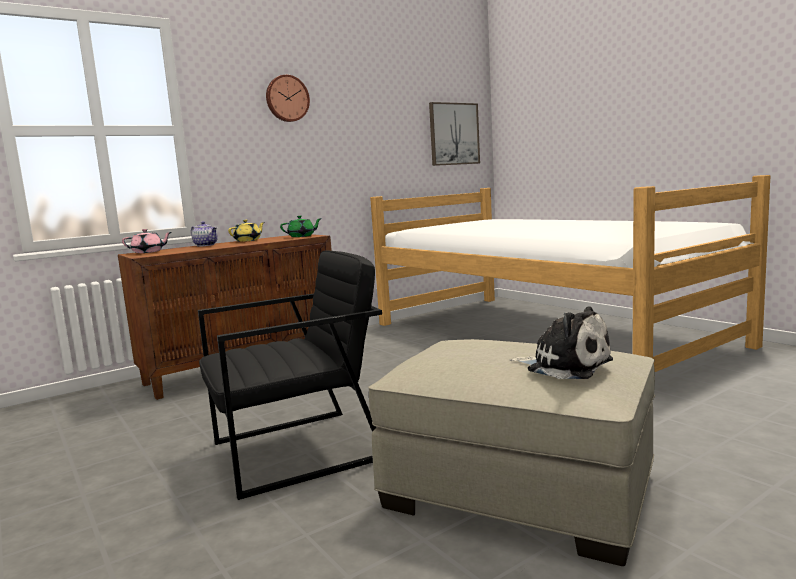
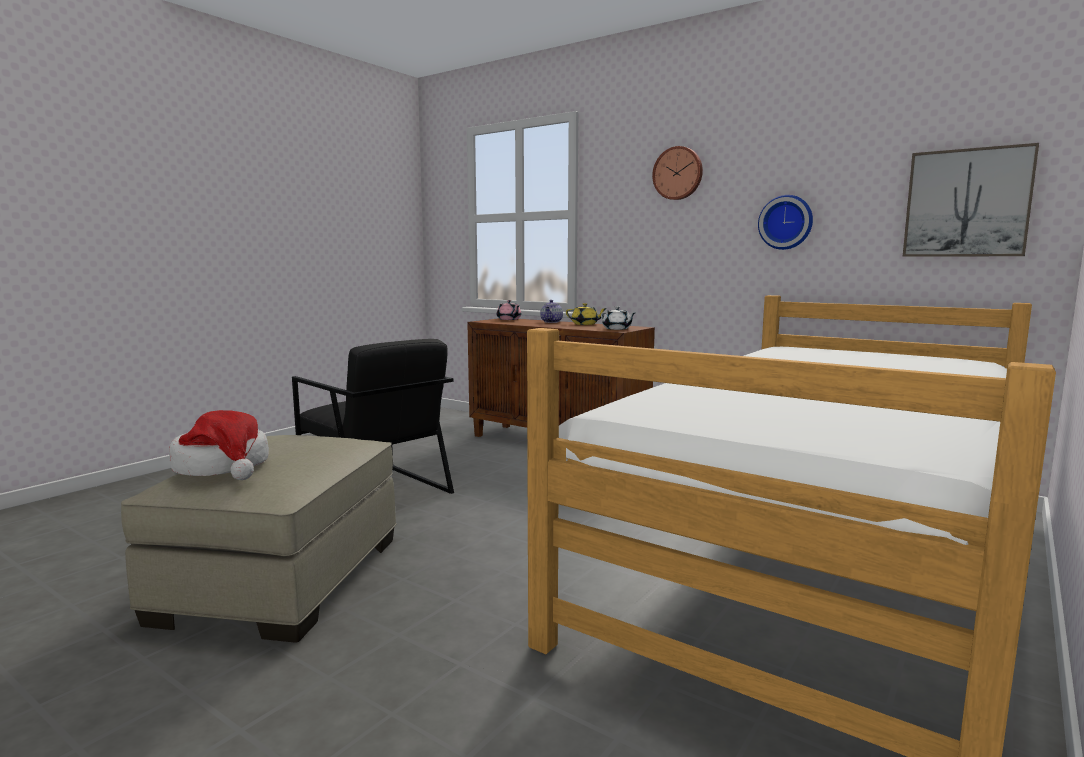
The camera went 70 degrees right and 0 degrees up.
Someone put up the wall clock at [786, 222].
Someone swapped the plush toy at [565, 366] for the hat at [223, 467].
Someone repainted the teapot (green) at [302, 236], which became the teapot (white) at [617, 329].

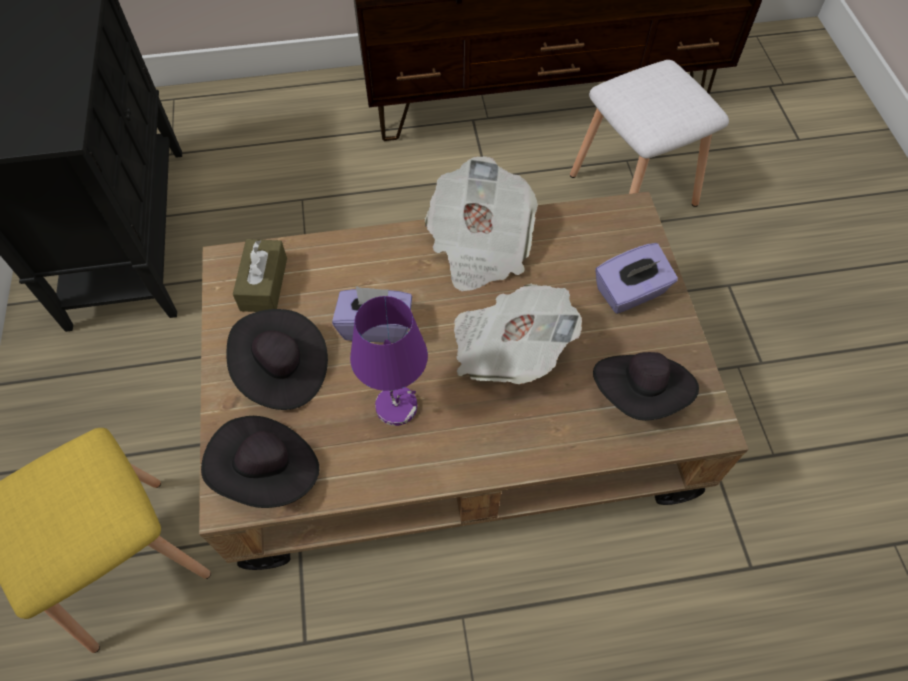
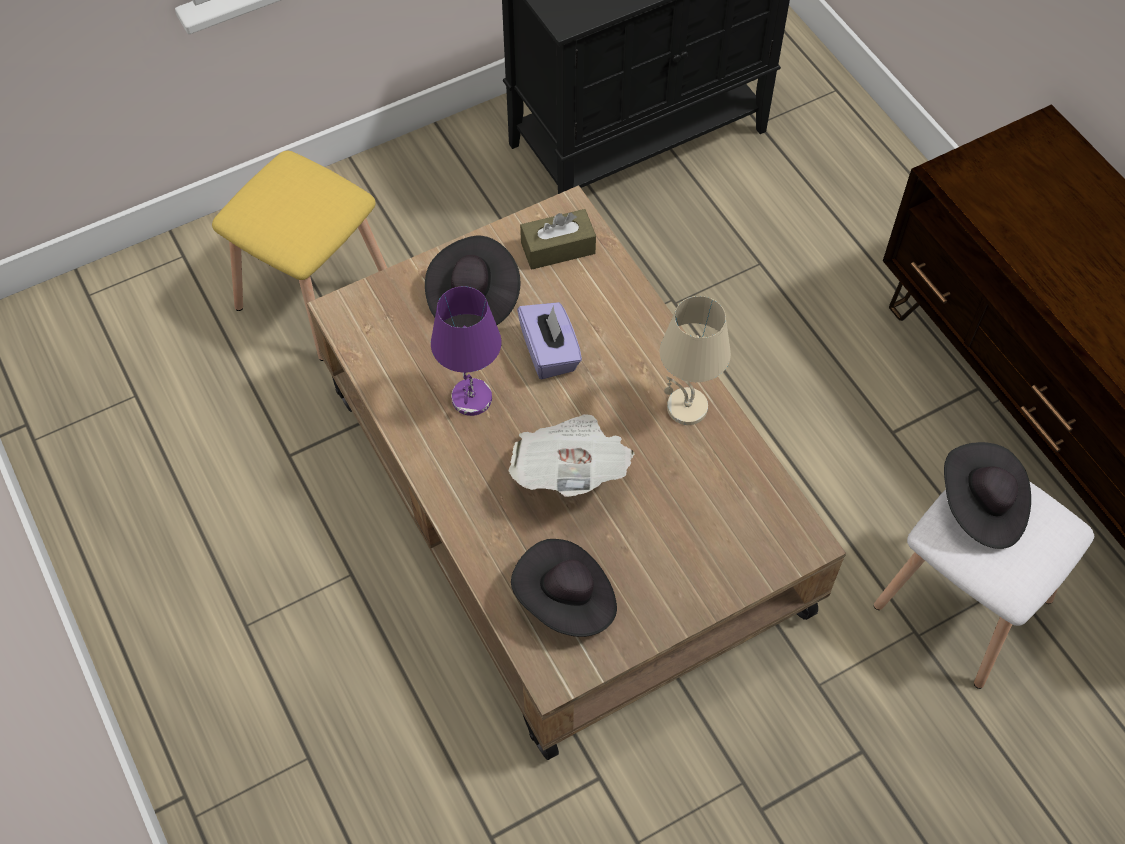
The camera went 70 degrees right and 0 degrees up.
Someone took away the tissue box (purple) at [630, 293].
Someone carried the hat (black) from [268, 473] to [981, 507].
Someone swapped the newspaper at [479, 246] for the table lamp (beige) at [686, 408].

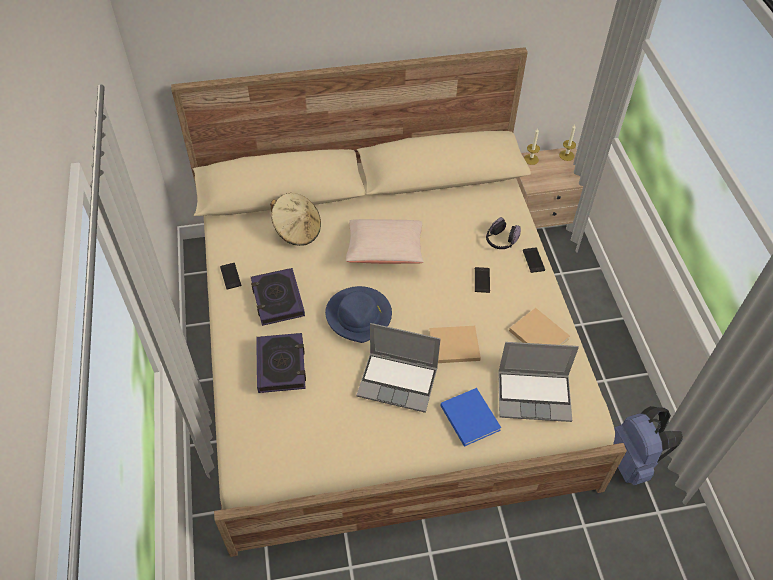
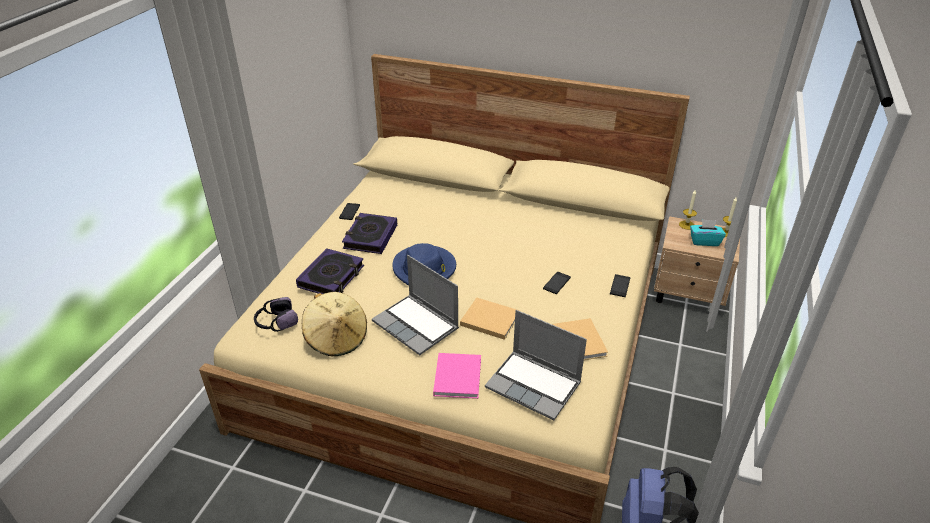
The camera went 30 degrees right and 15 degrees down.
Someone took away the pillow (beige) at [385, 250].
Someone put down the tissue box (turquoise) at [704, 241].
Someone carried the hat (beige) from [297, 230] to [337, 338].
Someone carried the headphones from [500, 241] to [276, 322].
Someone repainted the book (blue) at [469, 416], which became the book (pink) at [458, 375].

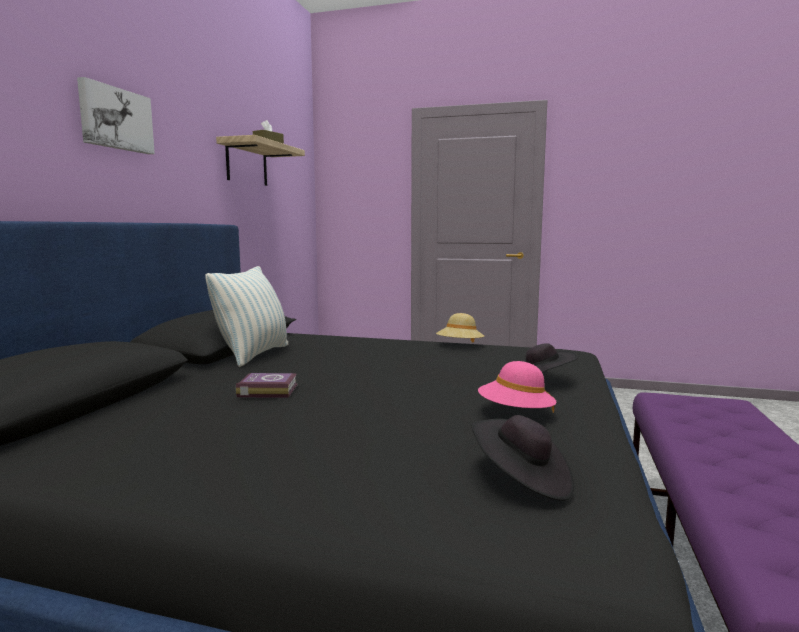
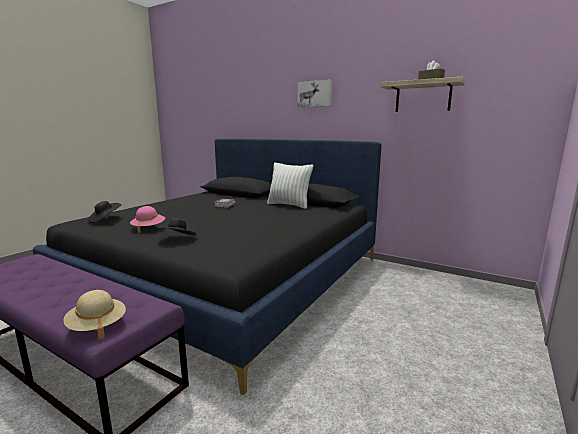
The camera went 105 degrees right and 5 degrees up.
Someone carried the hat (beige) from [460, 346] to [97, 326].

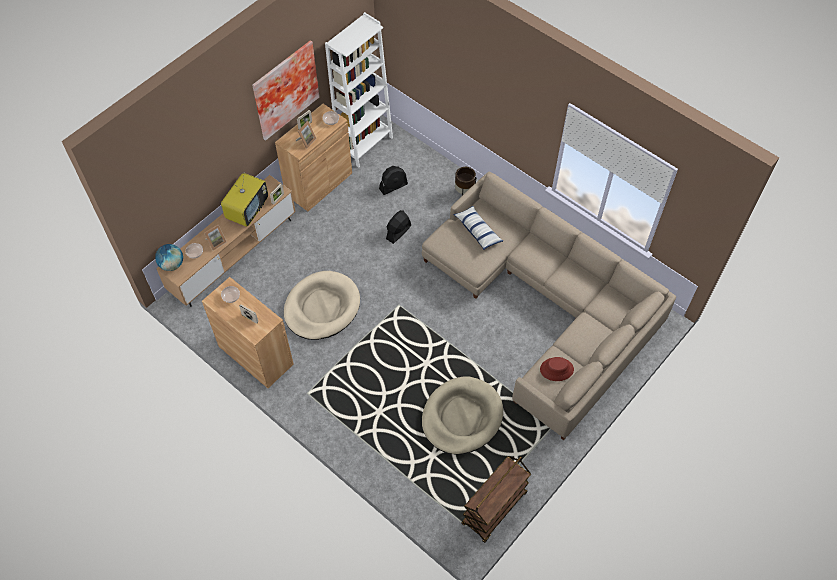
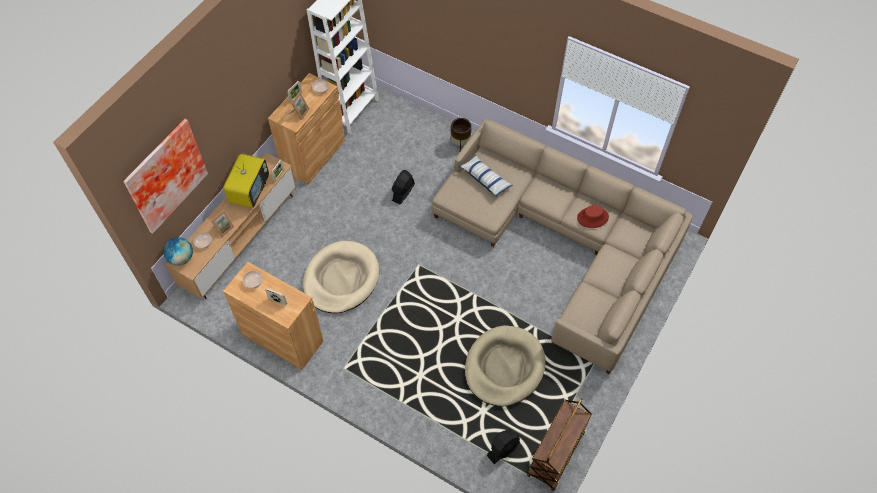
The camera went 10 degrees left and 0 degrees up.
Someone carried the picture from [284, 89] to [164, 175].
Someone carried the fan (black) from [393, 186] to [503, 449].
Someone carried the hat (red) from [556, 369] to [592, 217].

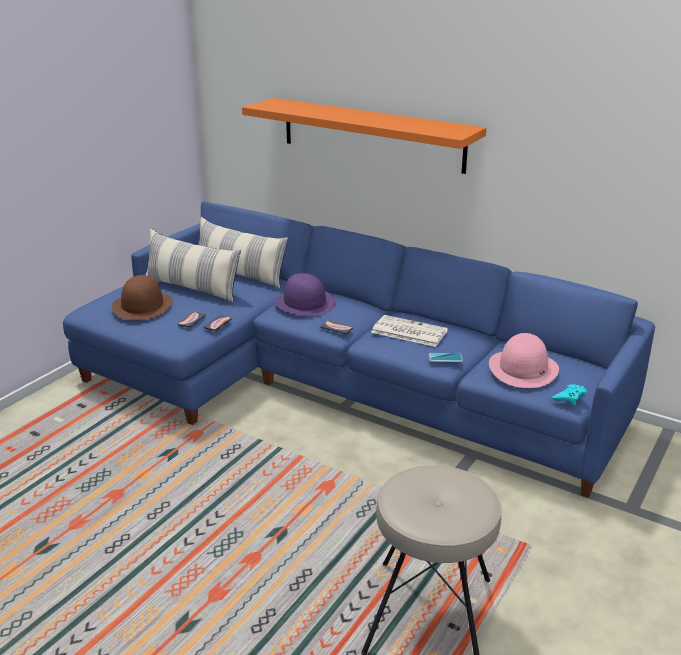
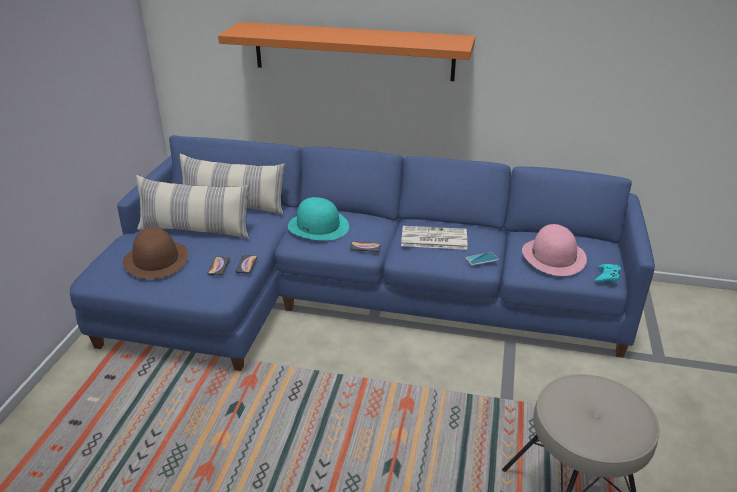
The camera went 20 degrees left and 5 degrees up.
Someone repainted the hat (purple) at [305, 303], which became the hat (turquoise) at [318, 226].

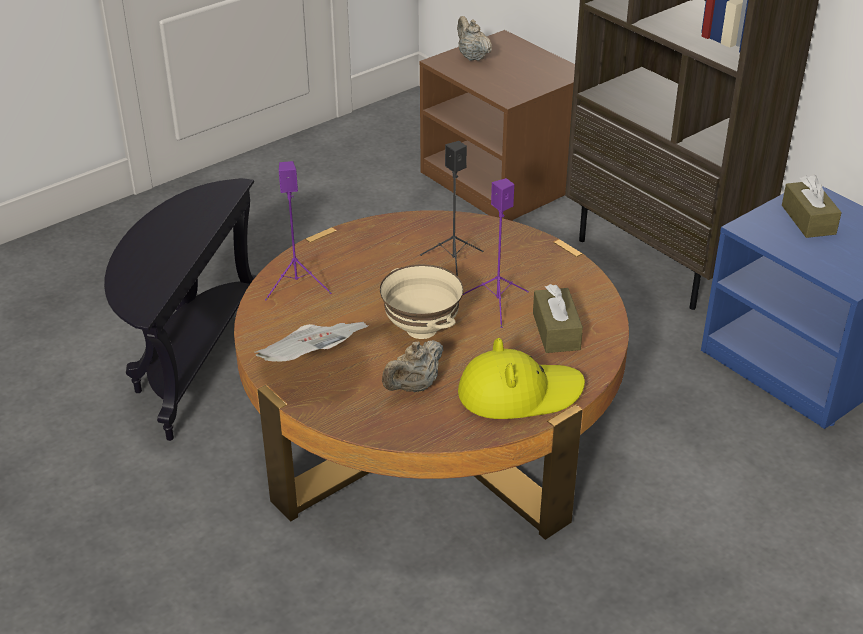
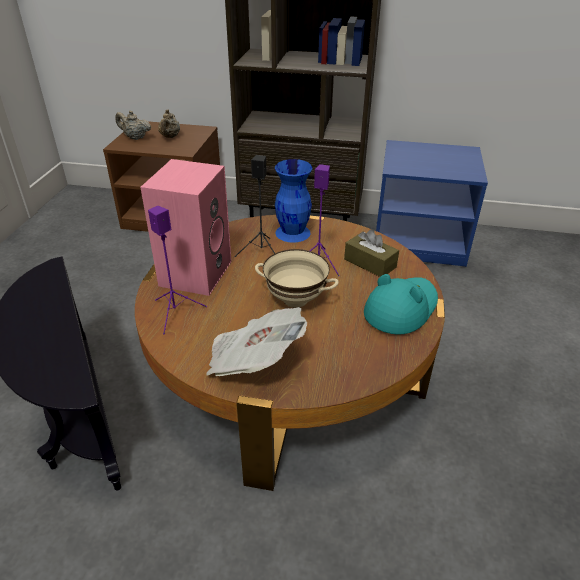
The camera went 40 degrees left and 0 degrees up.
Someone took away the tissue box (brown) at [808, 220].
Someone put down the speaker (pink) at [195, 272].
Someone put down the vase (blue) at [293, 233].
Someone carried the teapot (beige) from [414, 387] to [170, 137].
Someone repainted the hat (yellow) at [519, 393], which became the hat (turquoise) at [401, 308].

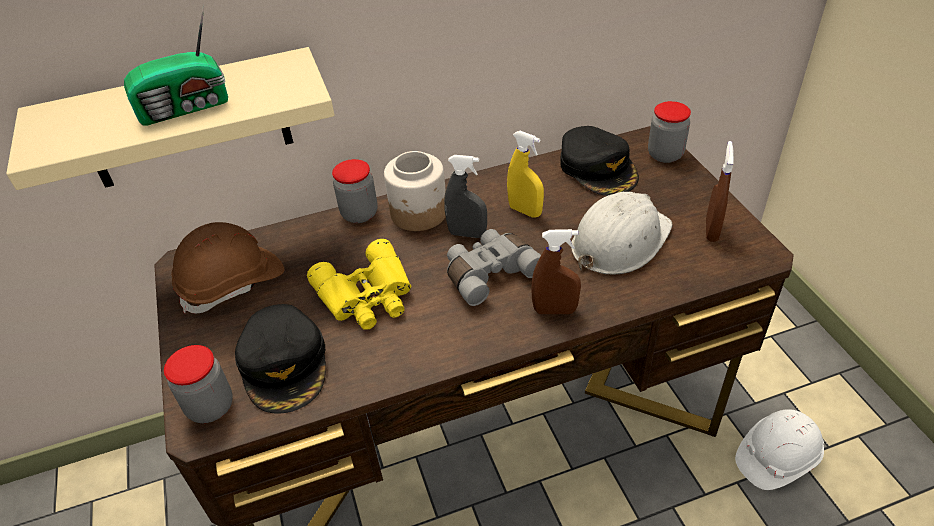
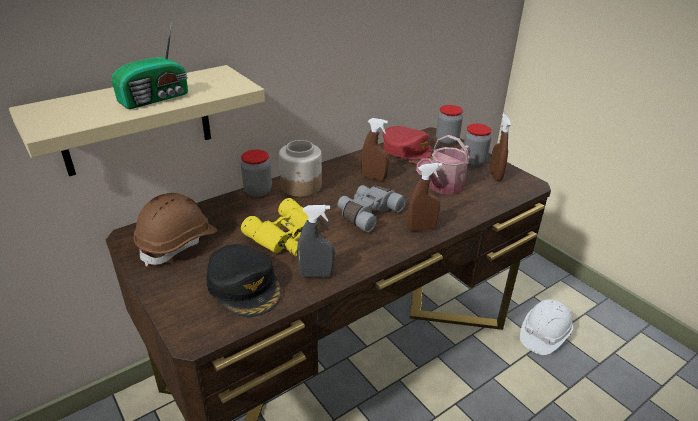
The camera went 20 degrees left and 10 degrees down.
Someone carried the jar from [210, 407] to [473, 161].
Someone carried the spray bottle (grey) from [467, 234] to [316, 275].
Someone swapped the hard hat (white) at [619, 241] for the watering can at [443, 187].
Someone repainted the spray bottle (yellow) at [525, 211], which became the spray bottle (brown) at [374, 177].
Someone repainted the cap (black) at [598, 168], which became the cap (red) at [409, 151].

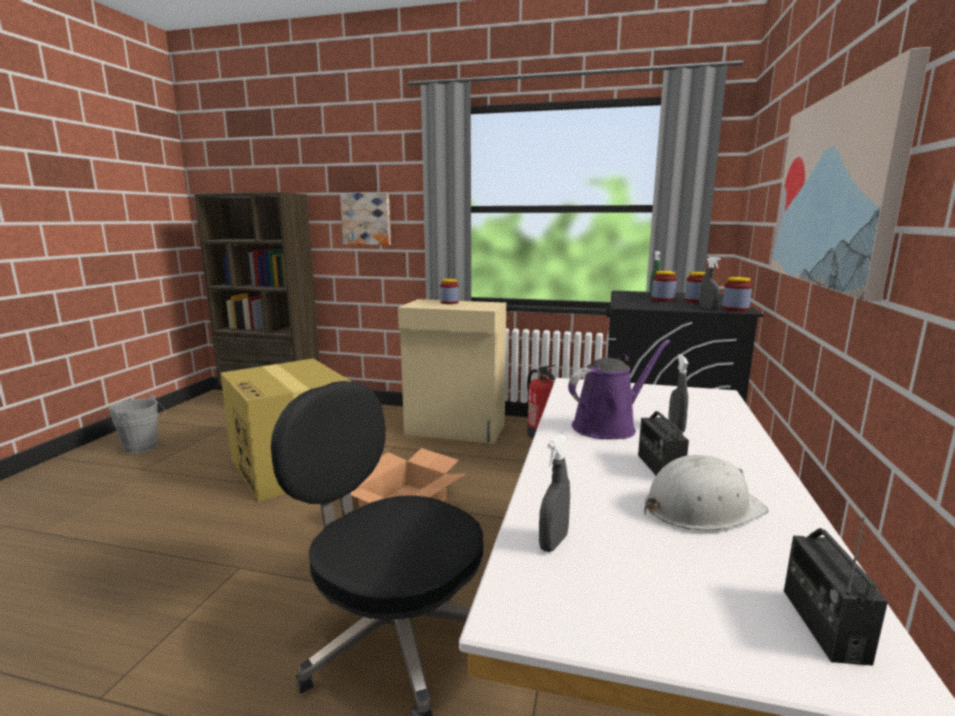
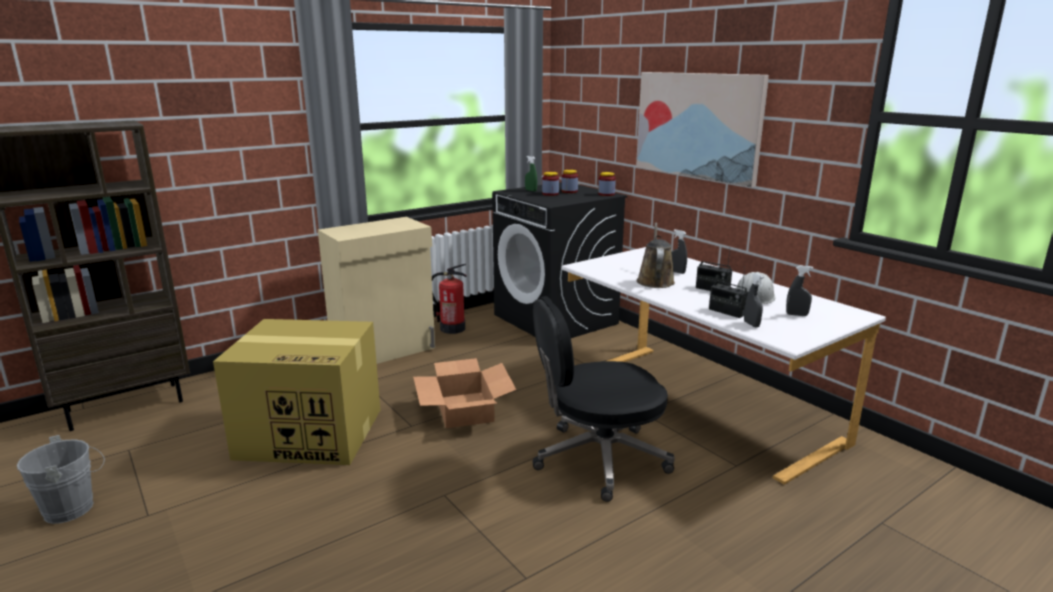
The camera went 50 degrees left and 5 degrees up.
Someone took away the picture at [367, 219].
Someone took away the jar at [449, 302].
Someone carried the spray bottle (grey) from [707, 308] to [796, 315].
Someone carried the radio from [823, 625] to [727, 312].
Someone repainted the watering can (purple) at [608, 426], which became the watering can (brown) at [655, 280].

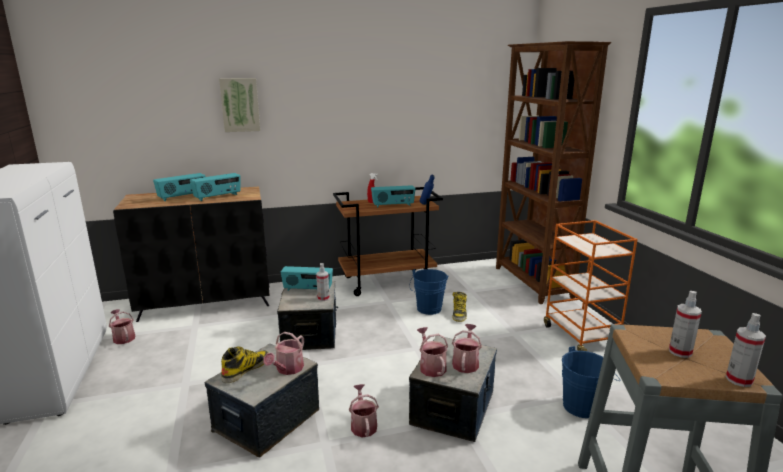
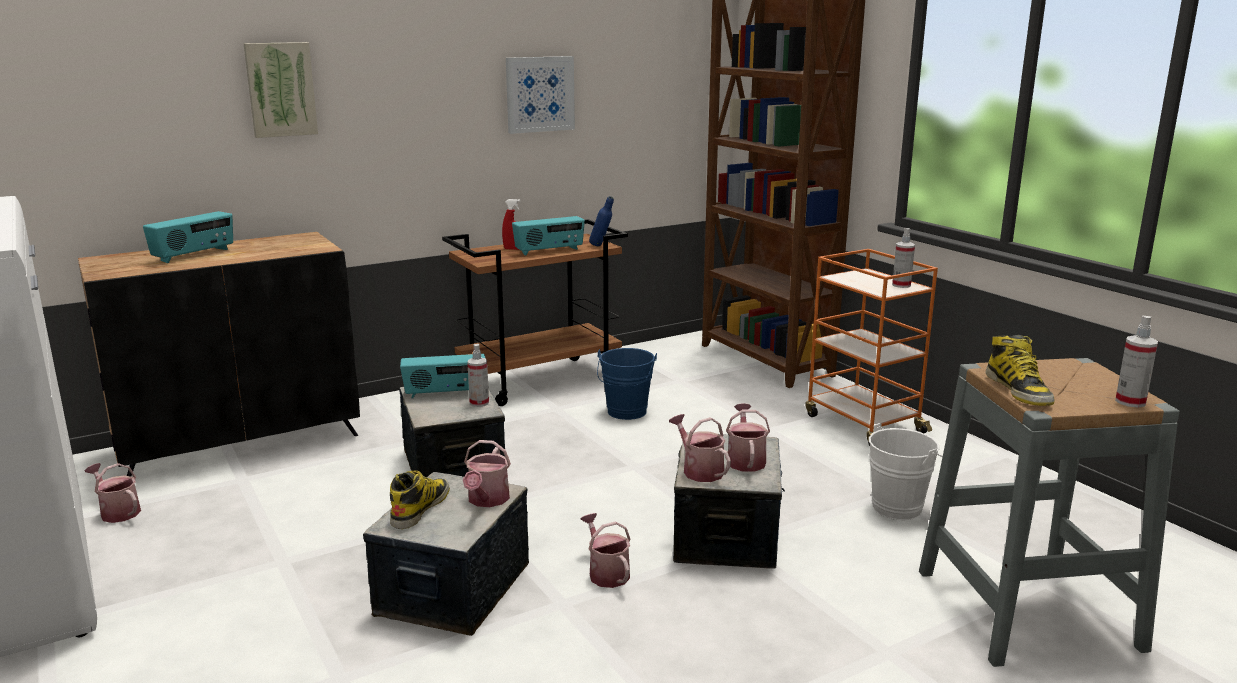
The camera went 15 degrees left and 0 degrees up.
Someone took away the radio at [218, 197].
Someone put up the picture at [539, 94].
Someone carried the boot from [459, 314] to [1019, 390].
Someone carried the spray bottle from [680, 352] to [901, 285].
Someone repainted the bucket (blue) at [584, 406], which became the bucket (white) at [901, 506].

